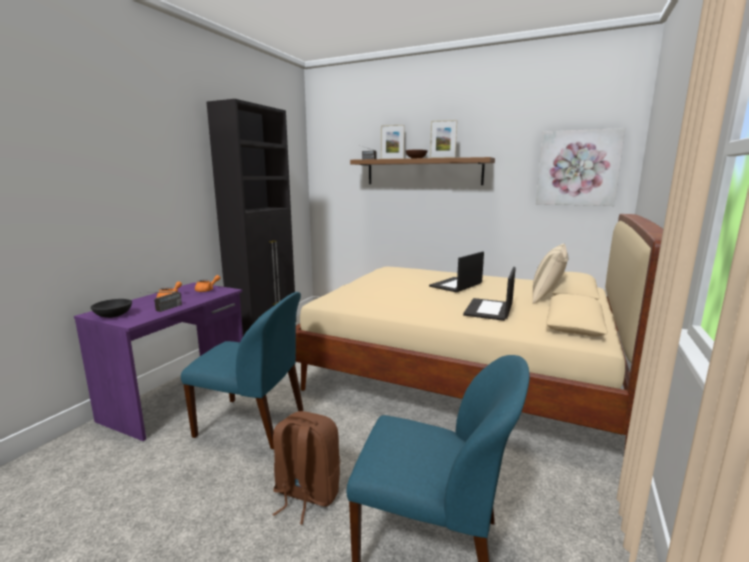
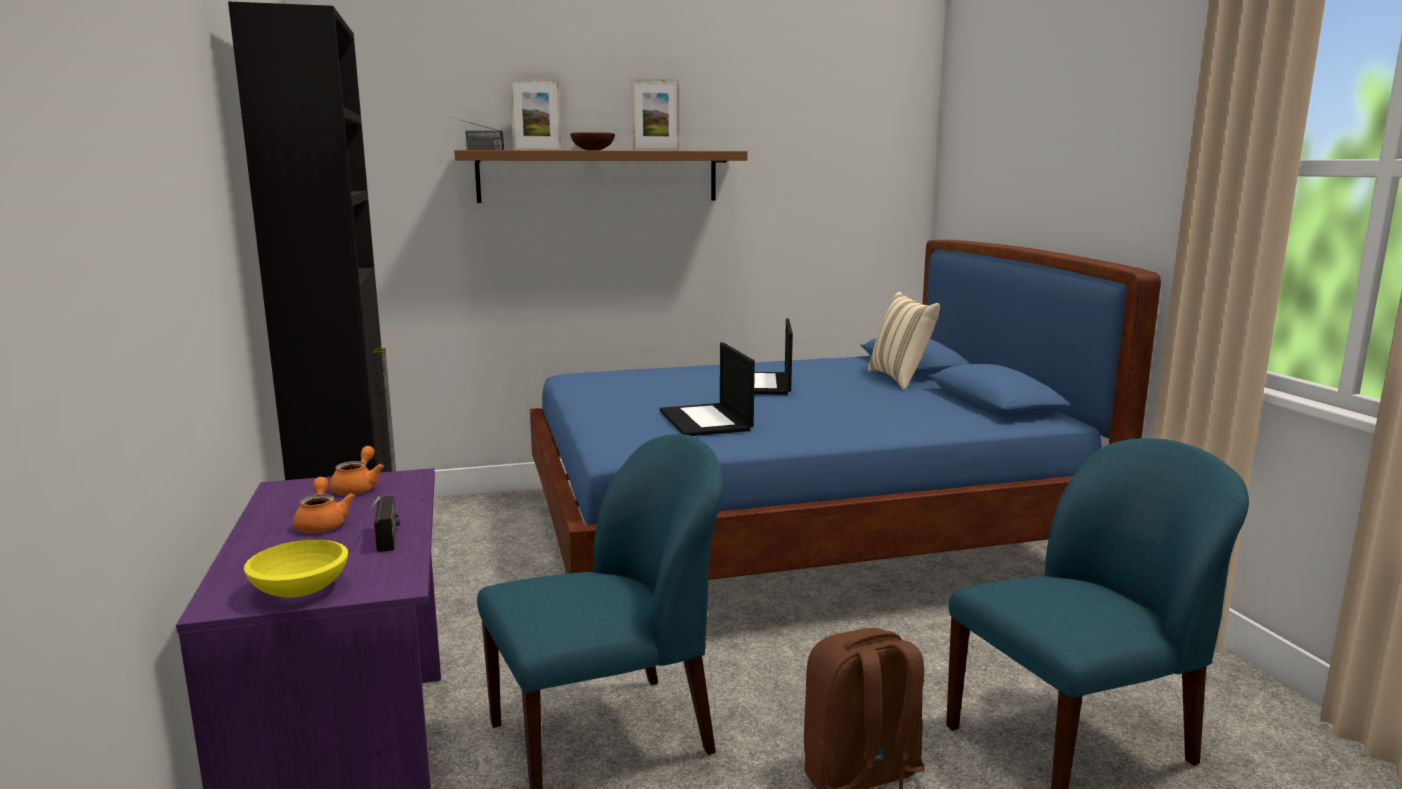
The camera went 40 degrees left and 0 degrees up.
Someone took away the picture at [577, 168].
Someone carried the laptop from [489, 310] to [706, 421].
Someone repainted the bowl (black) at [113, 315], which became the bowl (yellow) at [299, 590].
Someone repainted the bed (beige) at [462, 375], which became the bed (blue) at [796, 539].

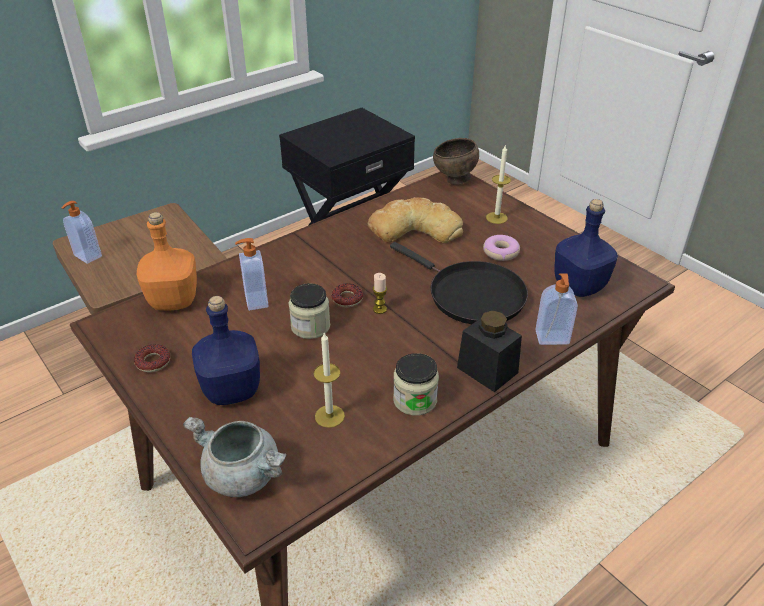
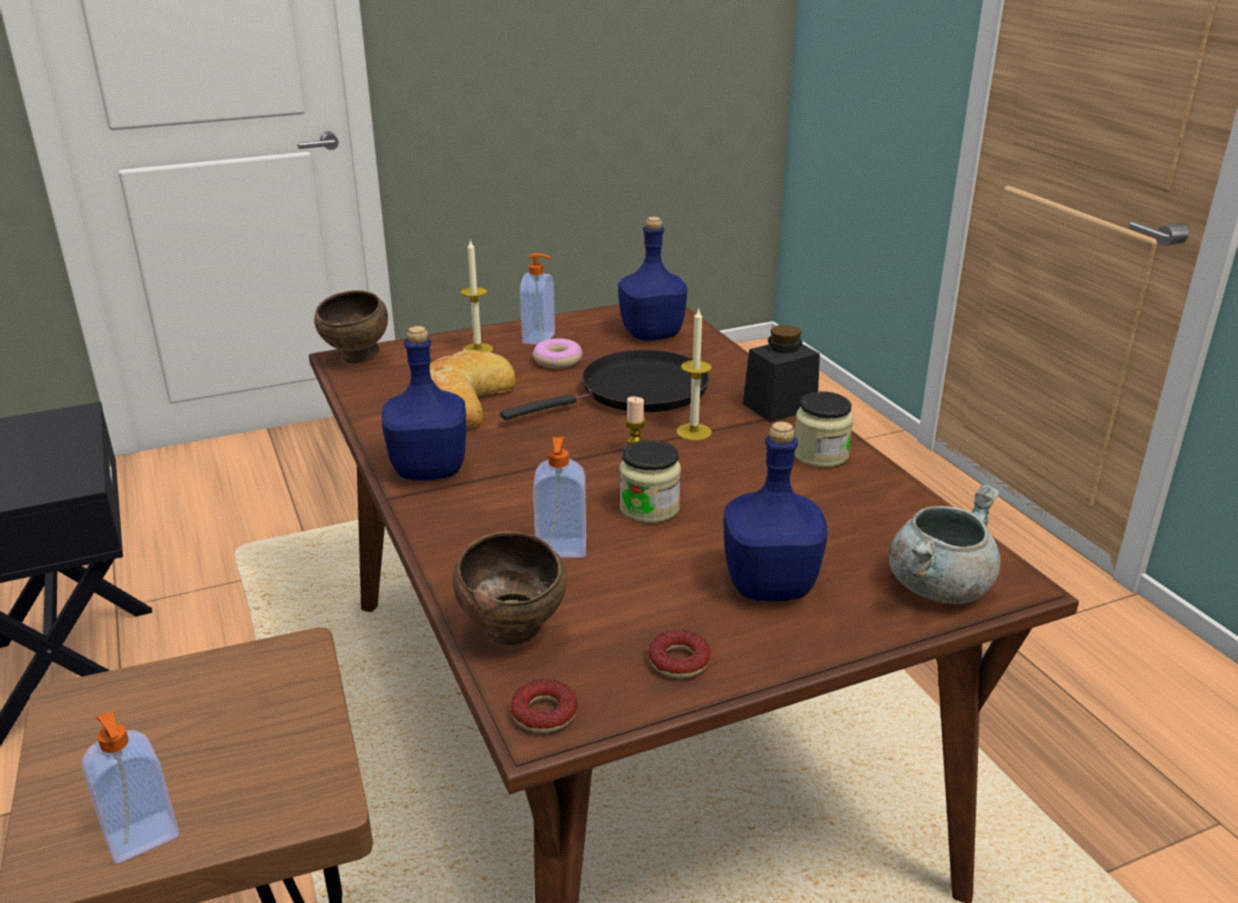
The camera went 75 degrees left and 10 degrees down.
Someone put down the bottle (blue) at [429, 470].
Someone carried the candle from [329, 416] to [694, 432].
Someone carried the donut from [347, 299] to [544, 713].
Someone carried the soap dispenser from [552, 338] to [540, 339].
Someone swapped the bottle (orange) at [174, 301] for the bowl (brown) at [515, 634].

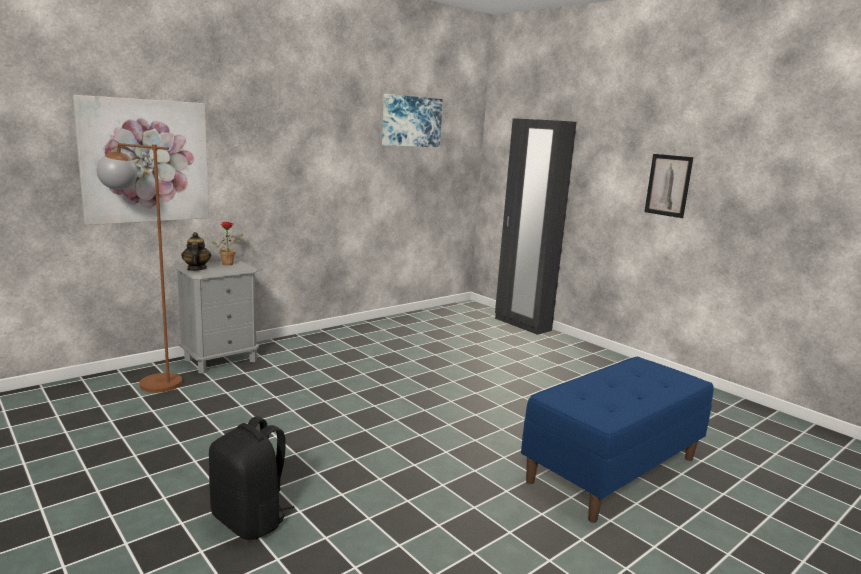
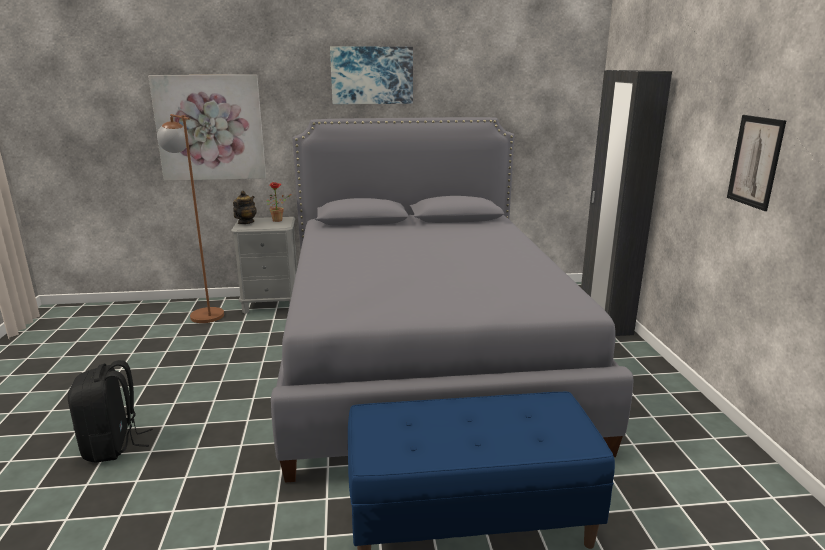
The camera went 35 degrees right and 5 degrees up.
Someone put down the bed (grey) at [424, 356].
Someone carried the picture from [411, 121] to [372, 75].

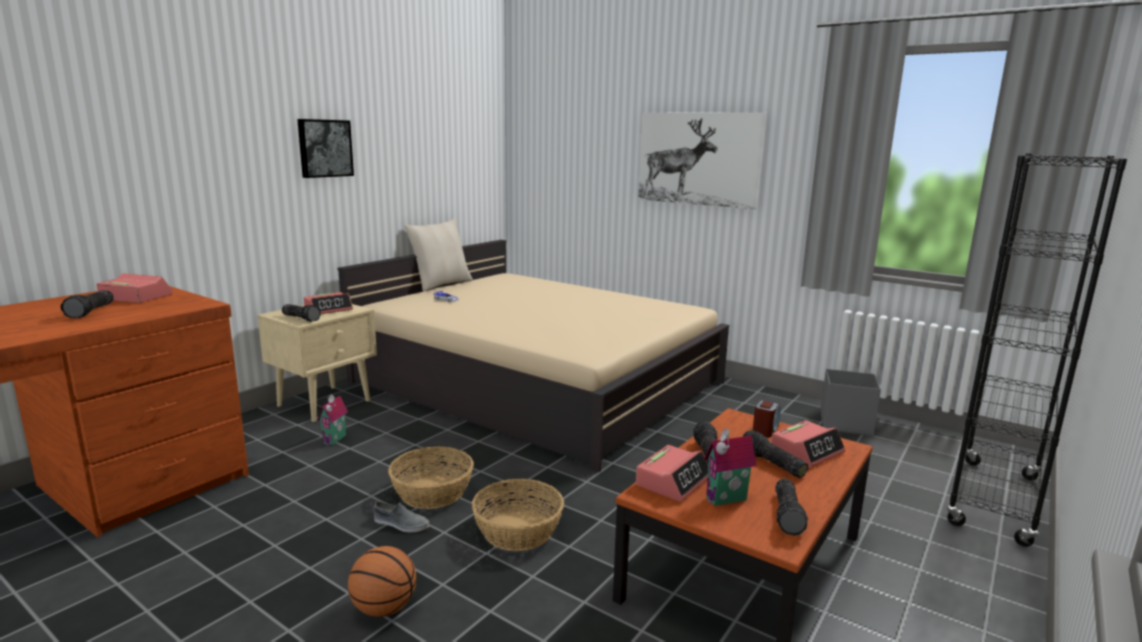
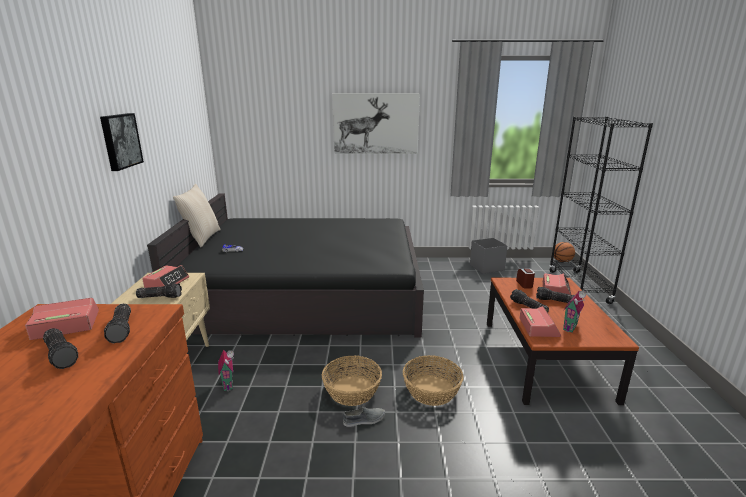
The camera went 35 degrees left and 5 degrees up.
Someone carried the basketball from [384, 608] to [562, 261].
Someone carried the flashlight from [789, 515] to [122, 329].
Someone repainted the bed (beige) at [536, 382], which became the bed (black) at [306, 292].

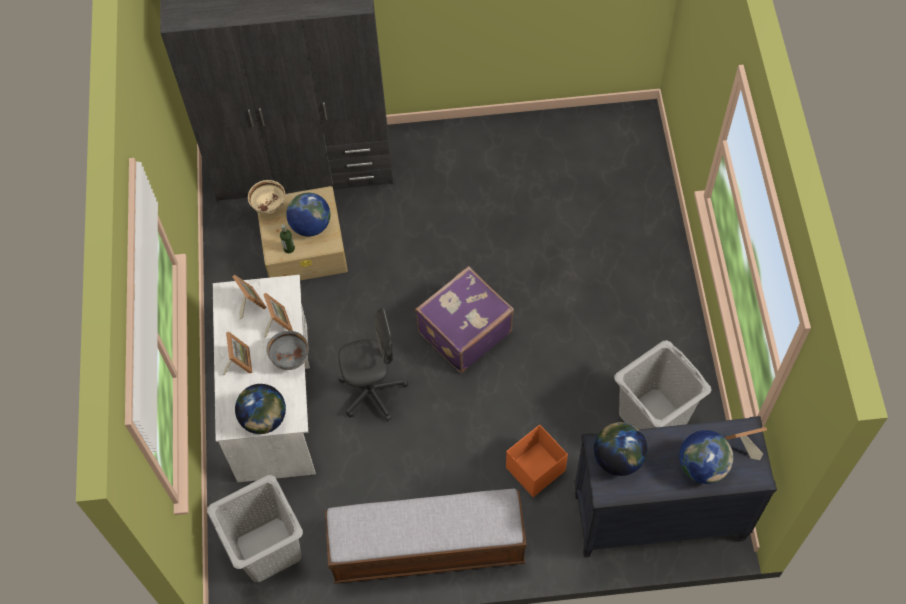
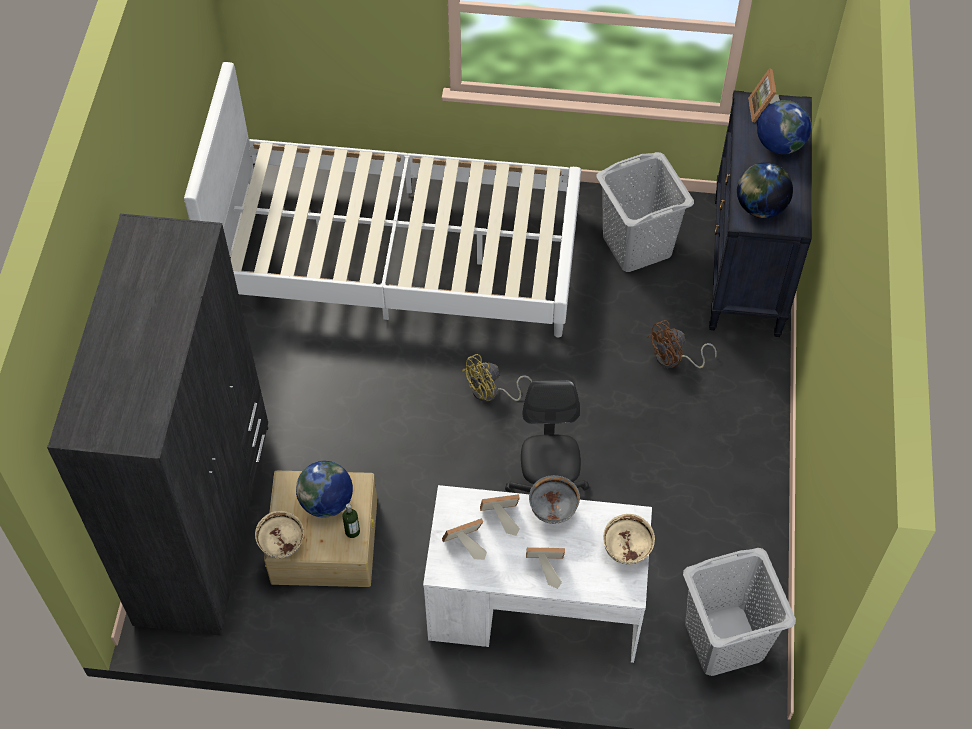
The camera went 80 degrees left and 5 degrees down.
Someone took away the bench at [427, 548].
Someone put down the bed (white) at [398, 255].
Someone swapped the globe at [264, 419] for the bowl (beige) at [627, 550].
Someone swapped the suitcase (purple) at [463, 331] for the fan (yellow) at [491, 393].
Someone swapped the storage box (orange) at [534, 469] for the fan (brown) at [674, 360].

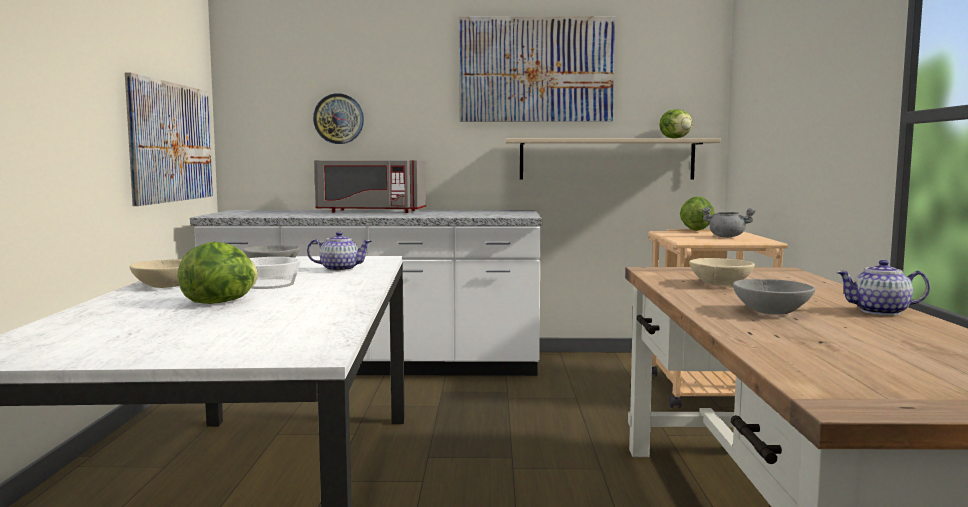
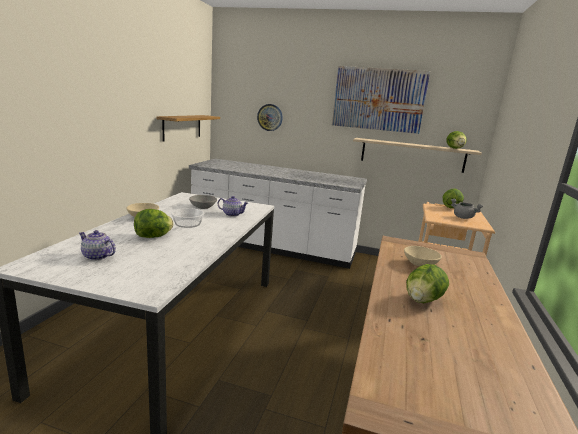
The camera went 15 degrees right and 10 degrees up.
Someone took away the microwave (grey) at [370, 211].
Someone carried the teapot from [881, 311] to [97, 256].
Someone swapped the picture at [171, 142] for the shelf at [182, 127].
Someone swapped the bowl (grey) at [772, 312] for the lettuce at [423, 300].

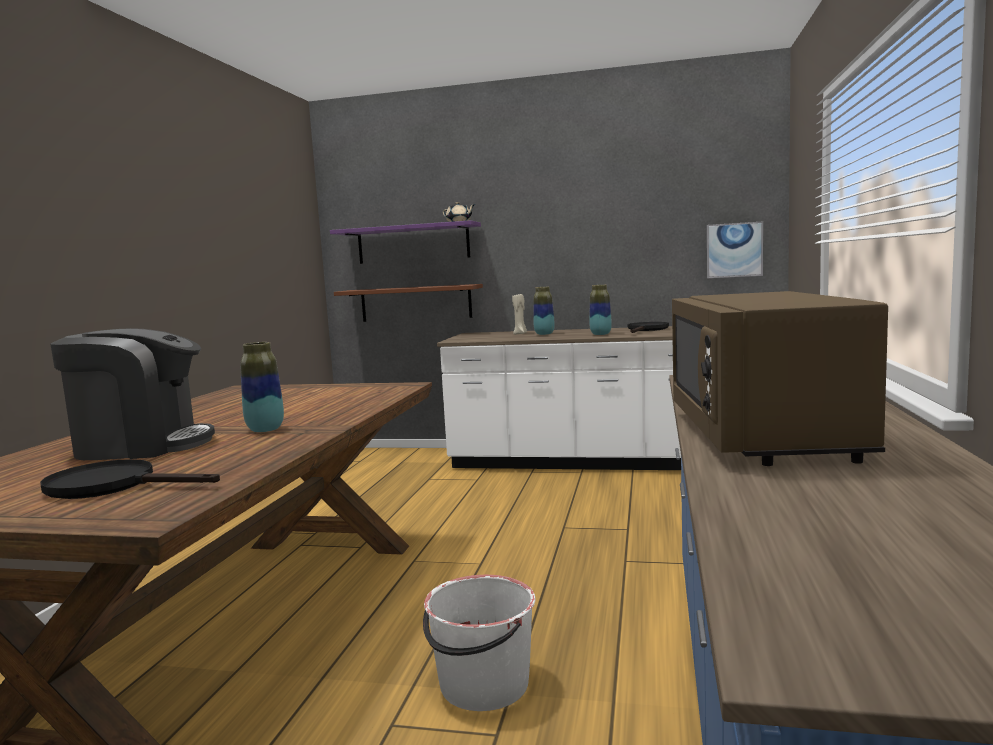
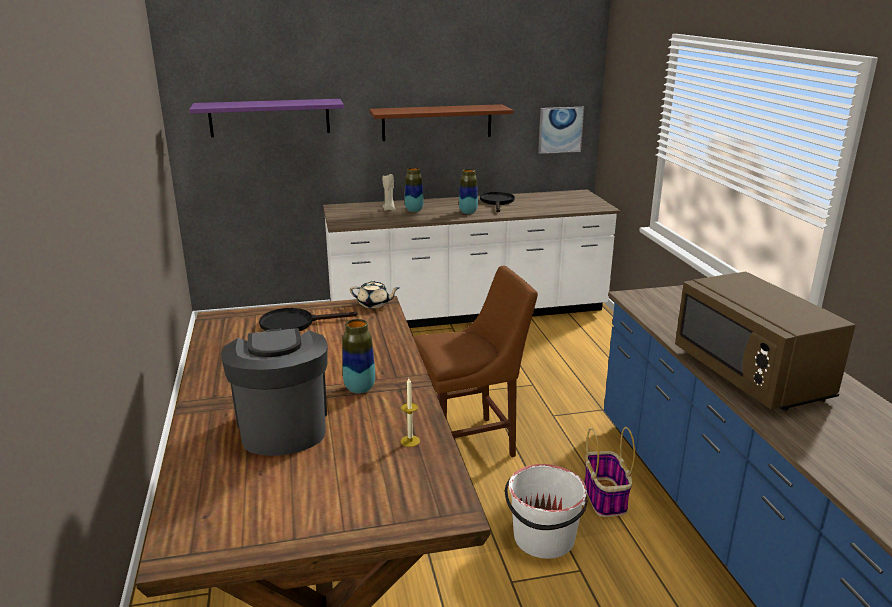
The camera went 25 degrees left and 15 degrees up.
Someone put down the candle at [410, 441].
Someone put down the chair (brown) at [471, 443].
Someone put down the basket at [605, 498].
Someone carried the frying pan (black) from [114, 485] to [295, 323].
Someone carried the shelf (brown) from [416, 303] to [437, 122].
Someone carried the teapot (beige) from [459, 222] to [374, 304].
Someone rotated the coffee machine at [142, 445] by 75 degrees counterclockwise.

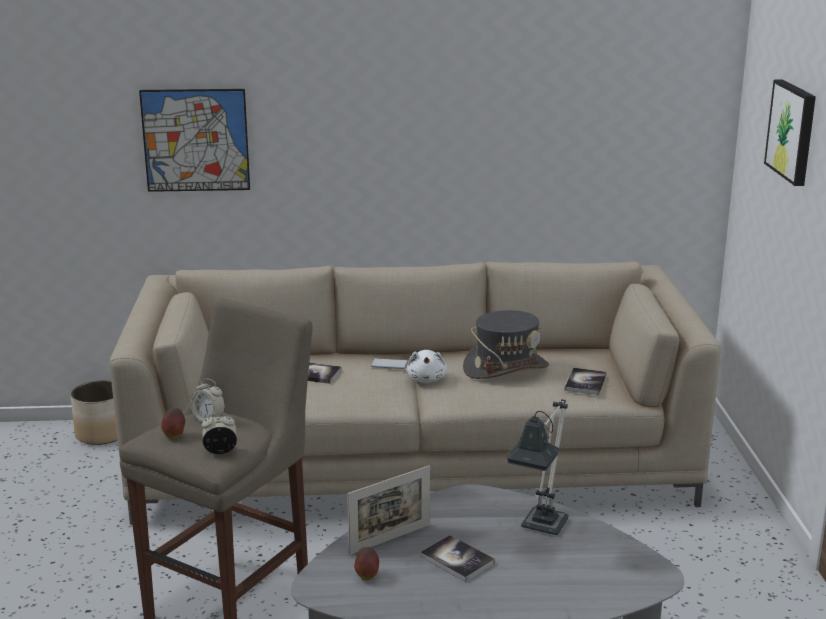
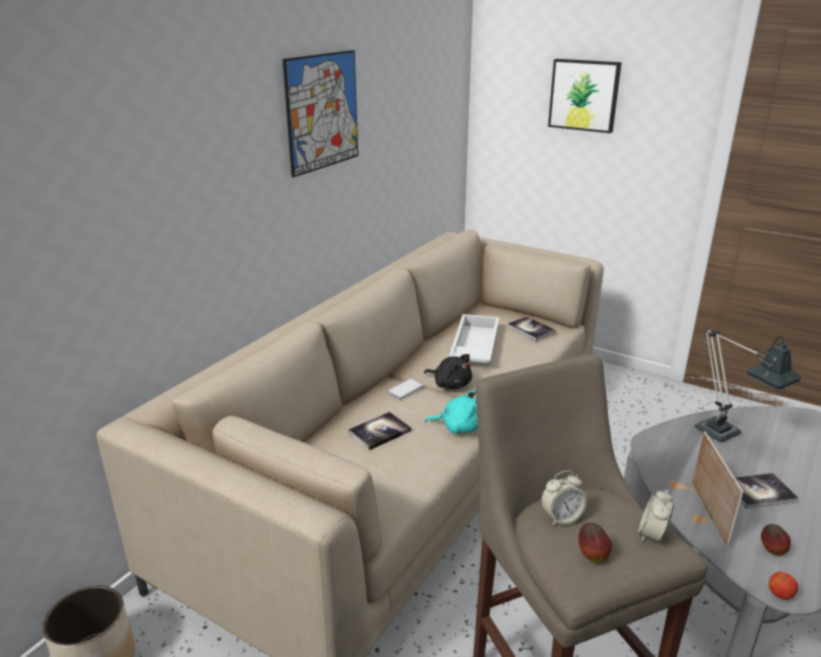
The camera went 55 degrees left and 5 degrees up.
Someone put down the plush toy (turquoise) at [459, 427].
Someone put down the apple at [779, 594].
Someone carried the picture from [195, 140] to [322, 112].
Someone swapped the hat (grey) at [506, 368] for the tray (white) at [473, 346].
Someone repainted the plush toy (white) at [427, 379], which became the plush toy (black) at [450, 384].

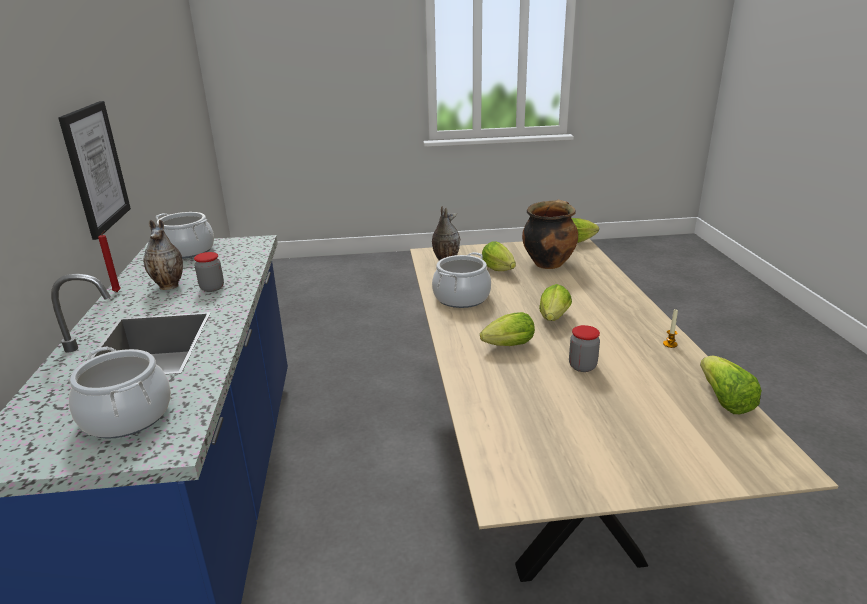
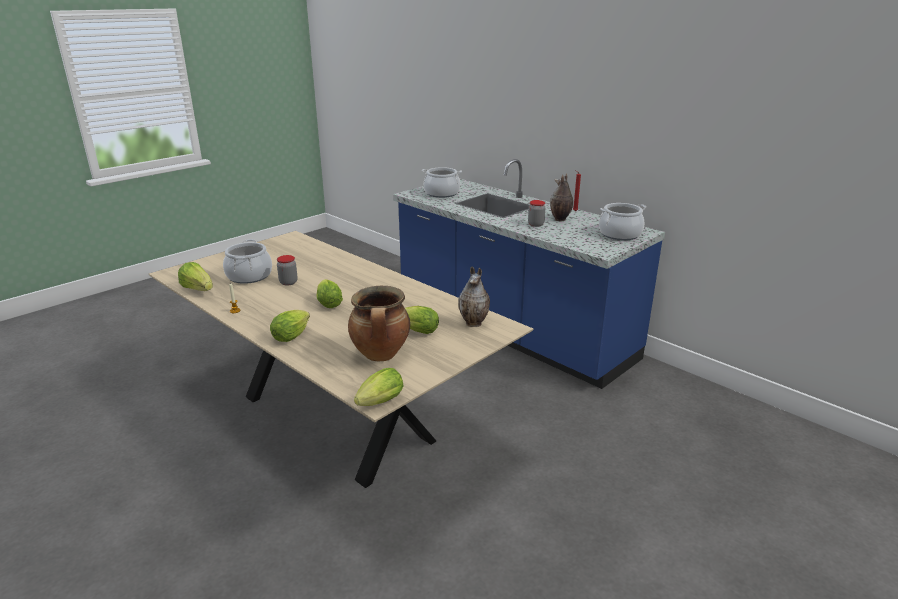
The camera went 140 degrees right and 0 degrees up.
Someone took away the picture at [96, 168].
Someone carried the cooking pot from [461, 298] to [249, 276].
Someone carried the lettuce from [506, 346] to [293, 336].

